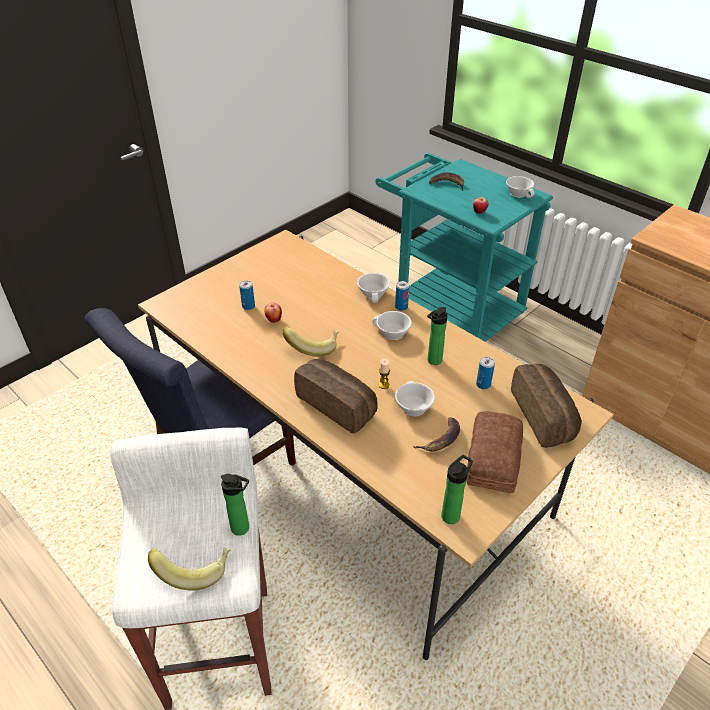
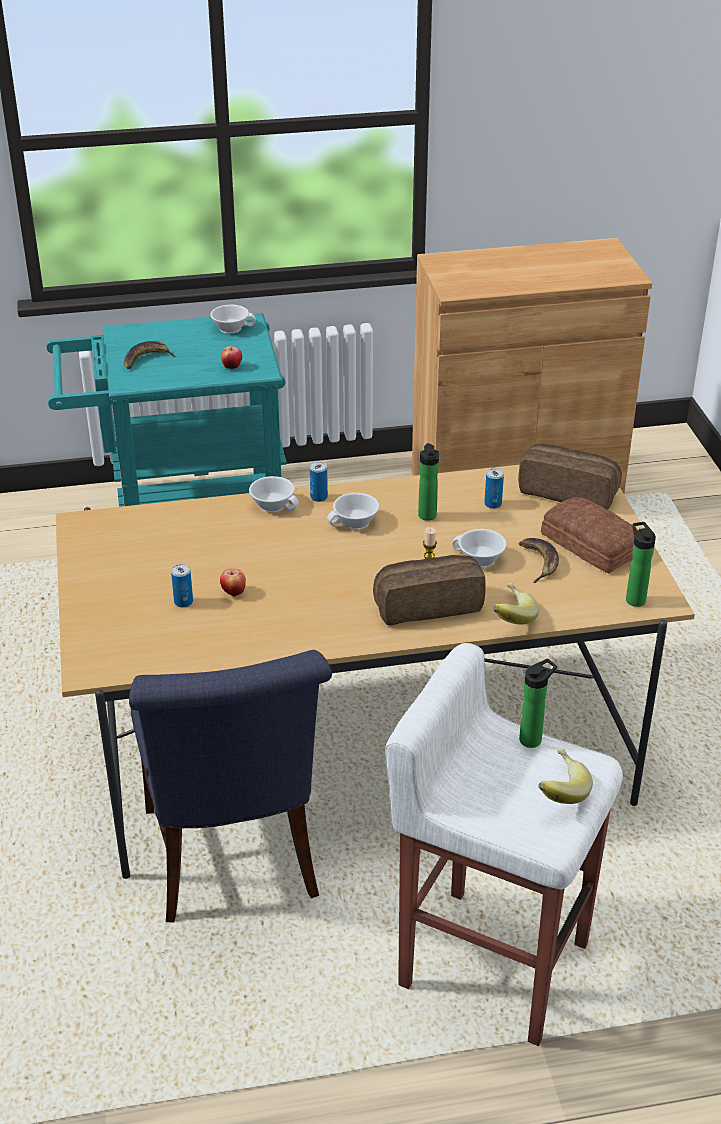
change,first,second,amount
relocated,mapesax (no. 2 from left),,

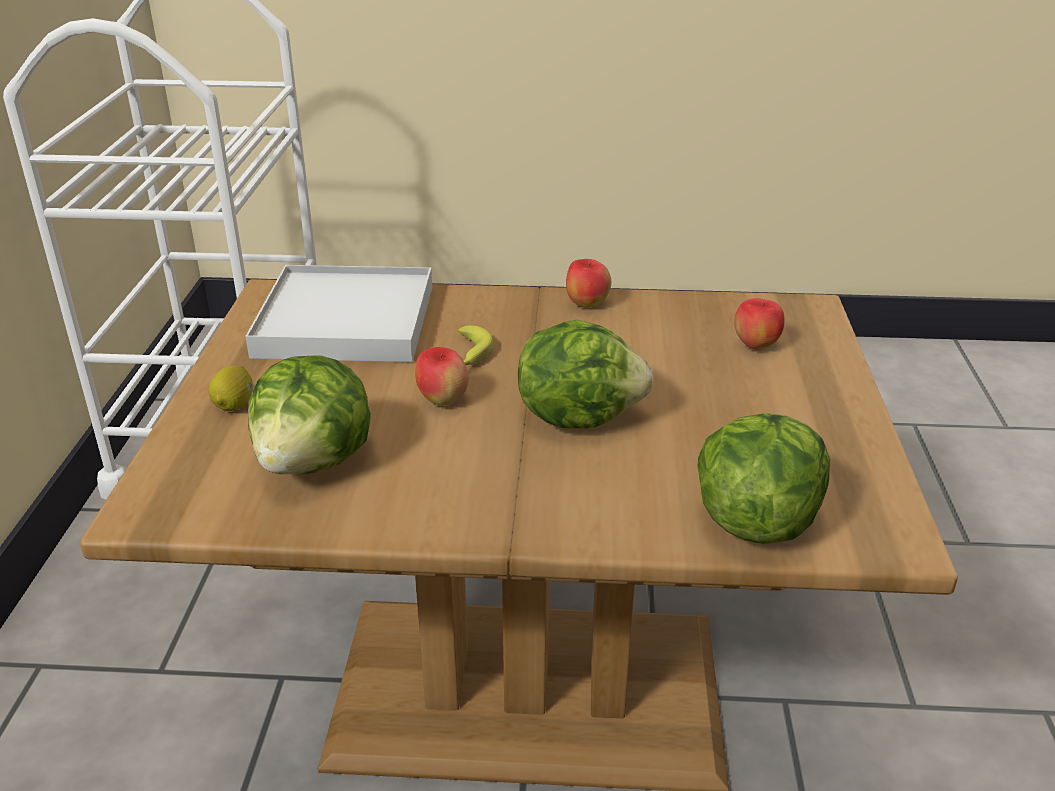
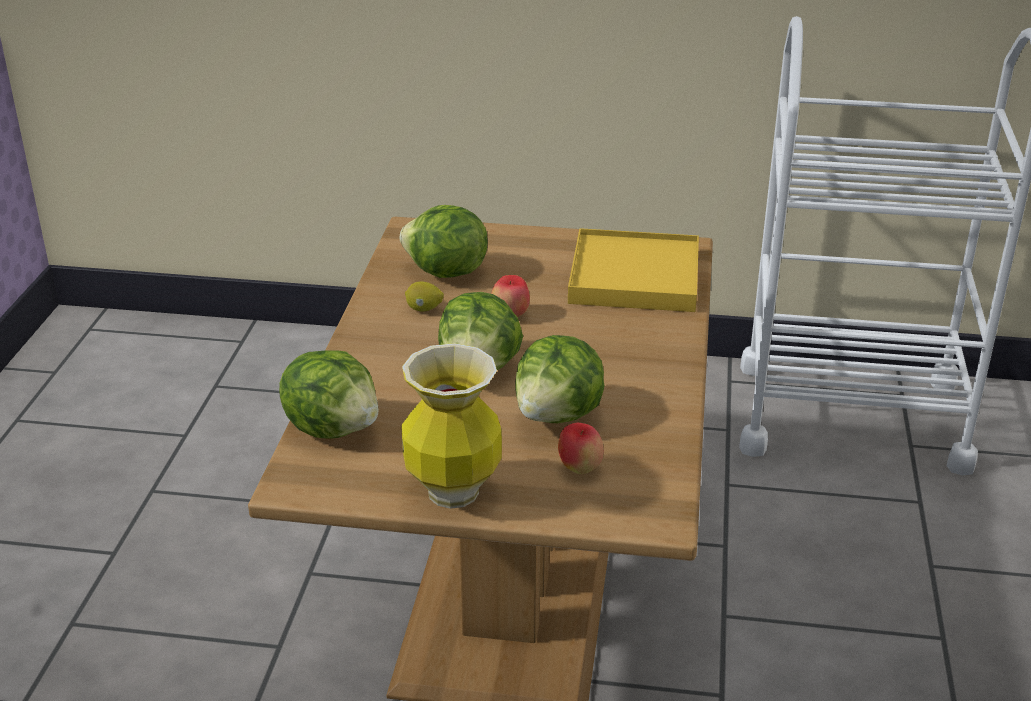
change,first,second,amount
appeared,,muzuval,
relocated,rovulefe,,
appeared,,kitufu (no. 4 from left),
colour,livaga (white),livaga (yellow),
missing,mapesax,,
missing,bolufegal (no. 2 from left),,

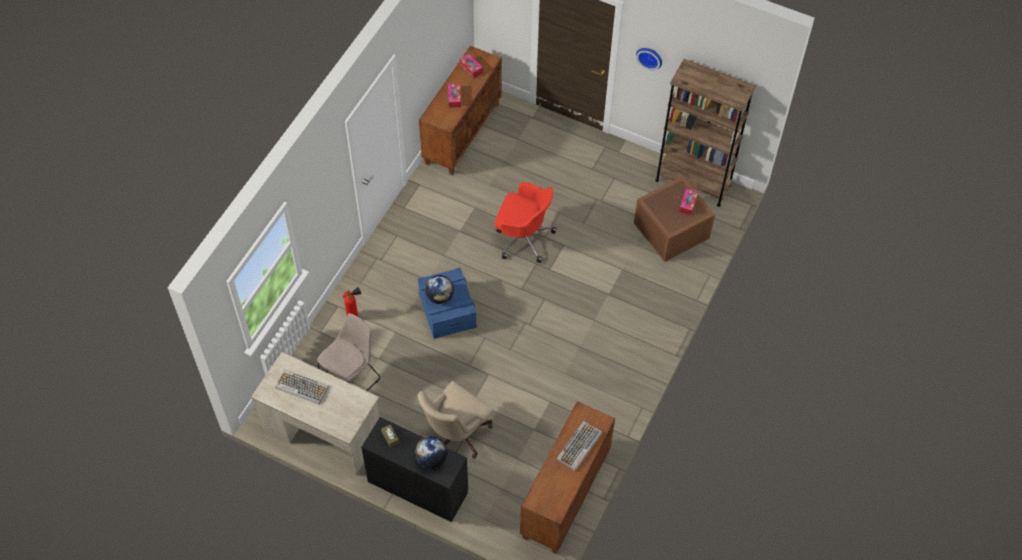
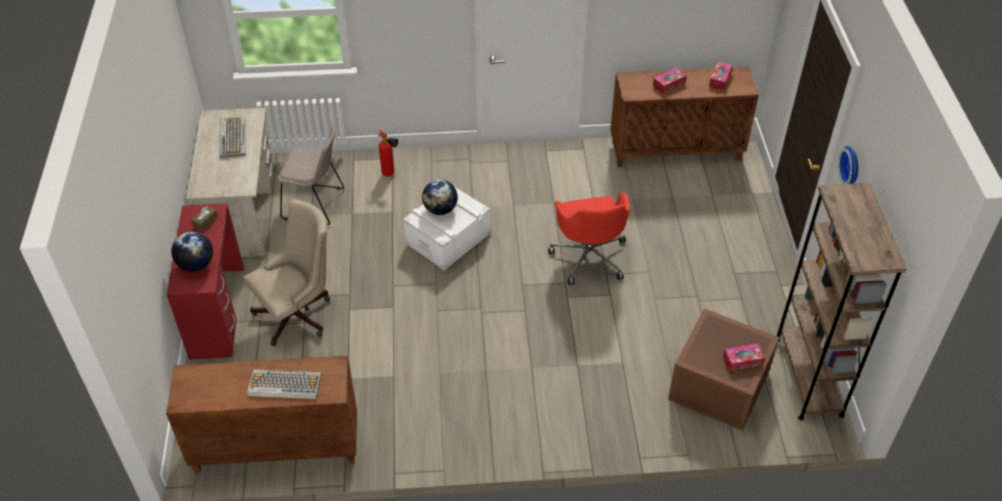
change,first,second,amount
colour,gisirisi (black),gisirisi (red),
spun,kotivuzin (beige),,135 degrees clockwise
colour,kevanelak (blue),kevanelak (white),

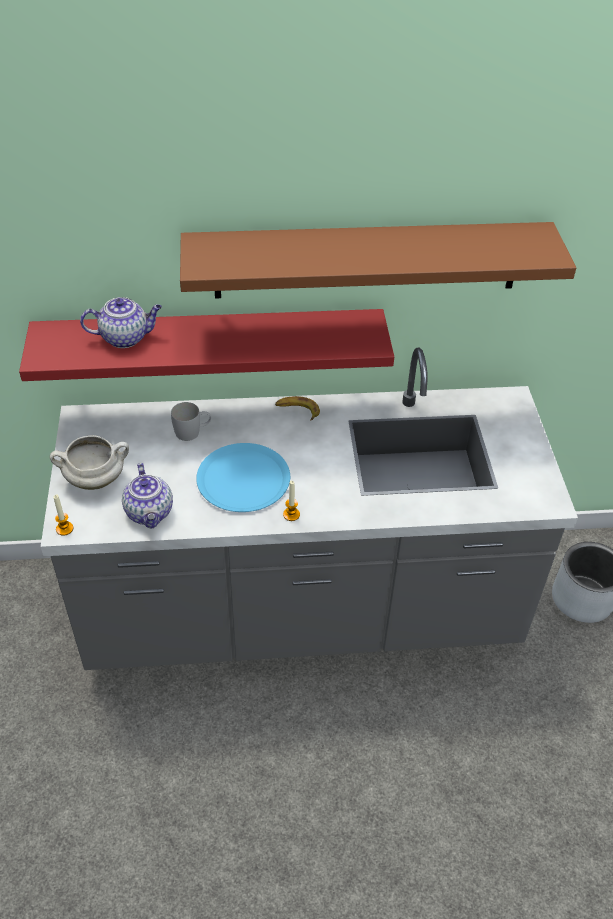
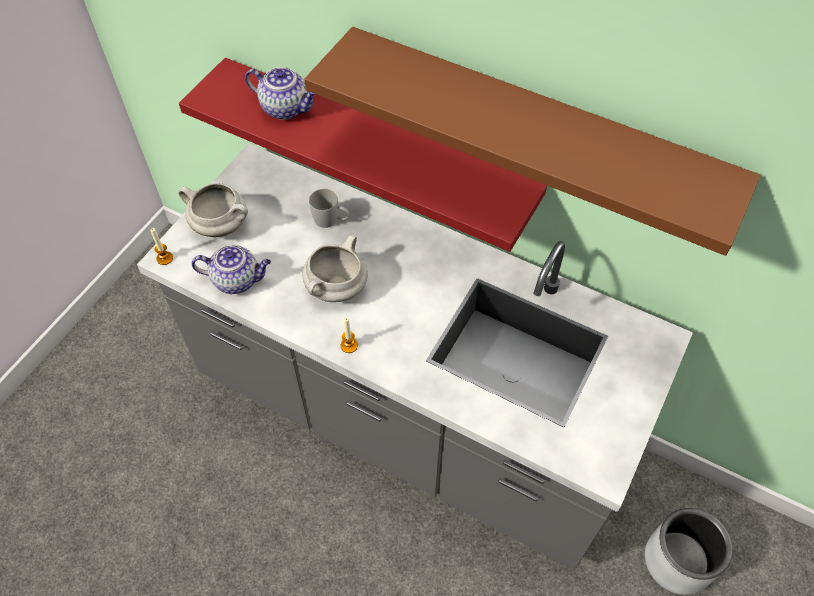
change,first,second,amount
spun,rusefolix (no. 2 from left in the first image),rusefolix (no. 1 from left),105 degrees counterclockwise
exchanged,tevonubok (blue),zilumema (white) (no. 2 from left),
missing,mapesax,,

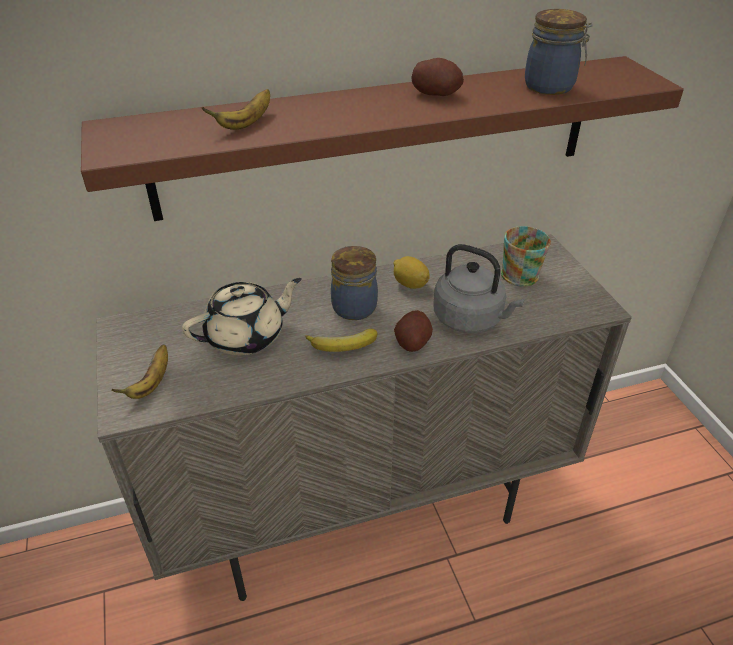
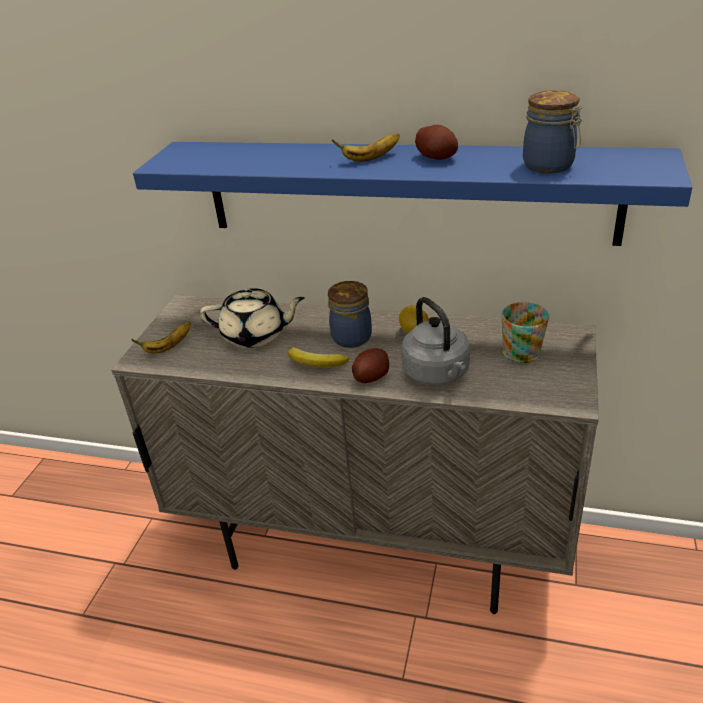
change,first,second,amount
colour,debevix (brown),debevix (blue),
relocated,mapesax (no. 2 from left in the first image),mapesax (no. 3 from left),

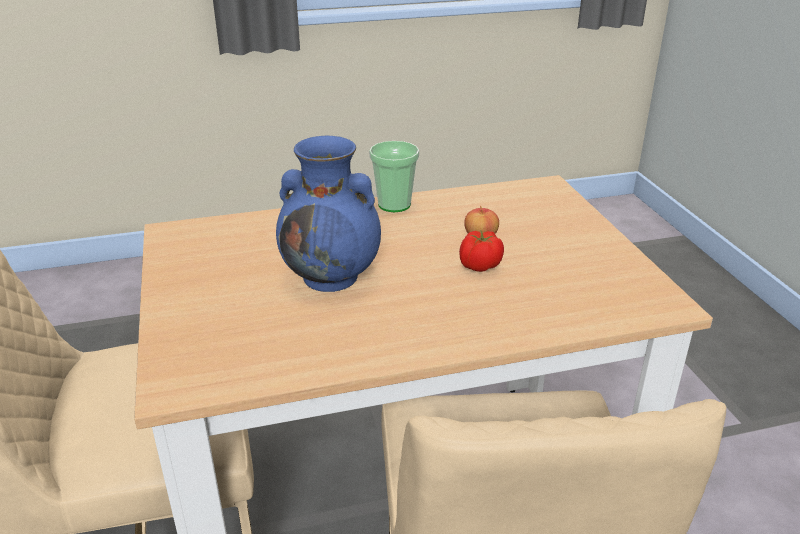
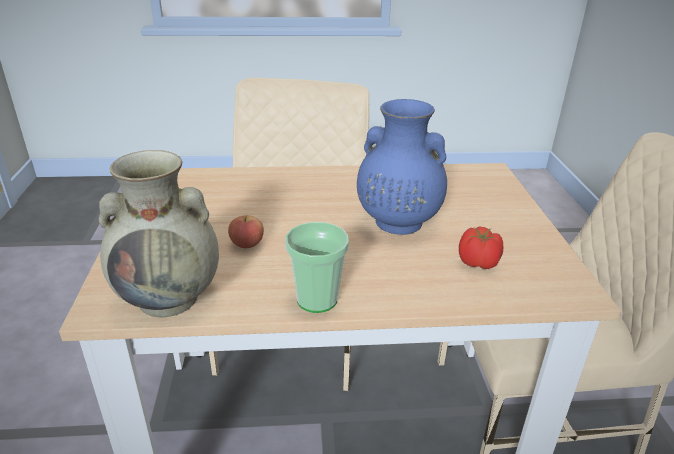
change,first,second,amount
appeared,,muzuval (beige),
relocated,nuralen,,

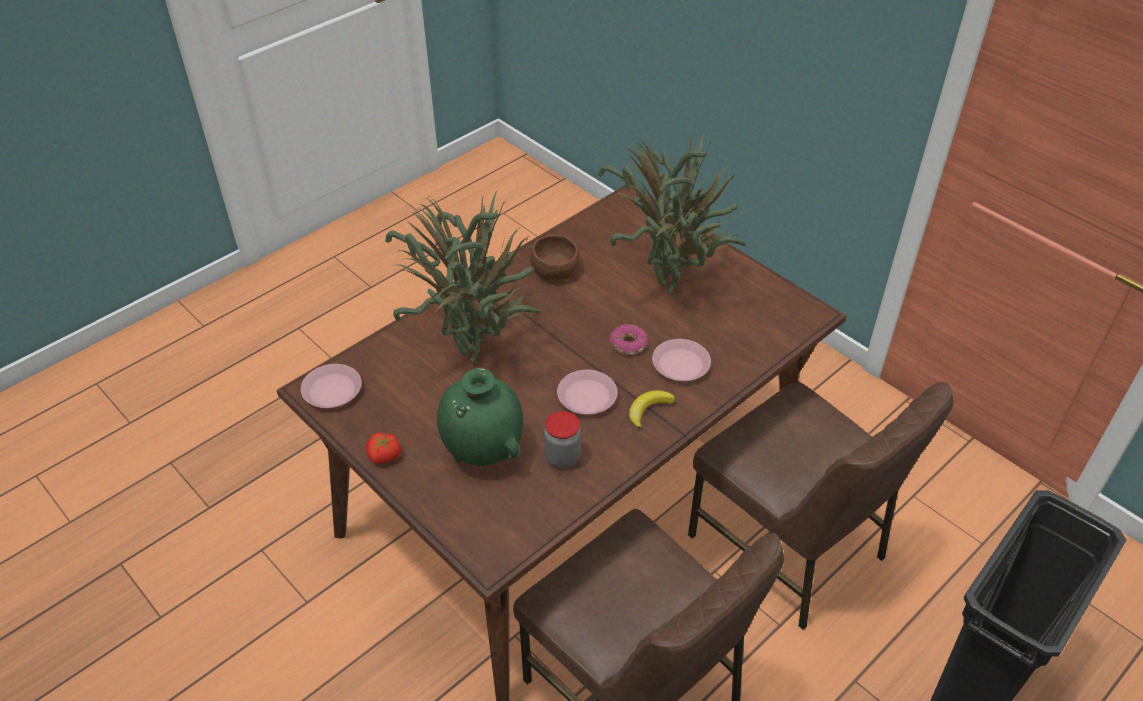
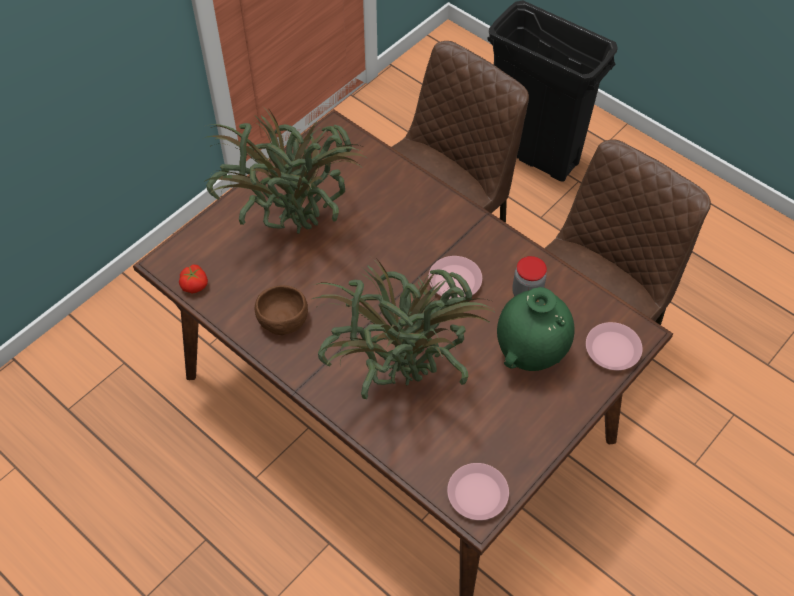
change,first,second,amount
relocated,nuralen,,
relocated,tevonubok (pink) (no. 3 from left),,
missing,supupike,,
missing,mapesax,,

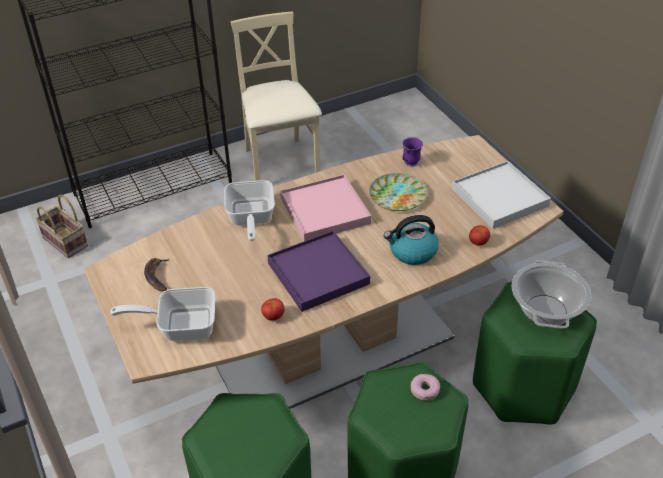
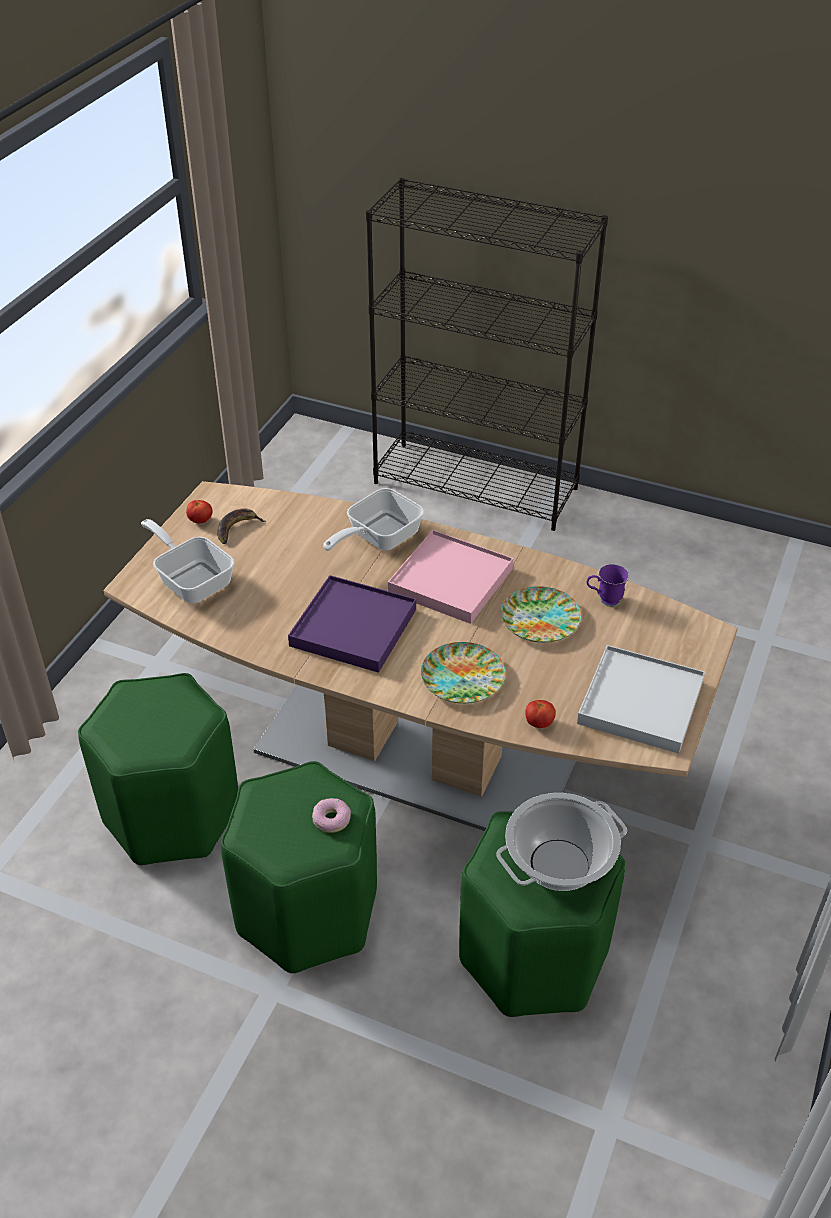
change,first,second,amount
relocated,nuralen (no. 1 from left),,
exchanged,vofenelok,tevonubok (no. 1 from left),
missing,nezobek,,
missing,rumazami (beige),,

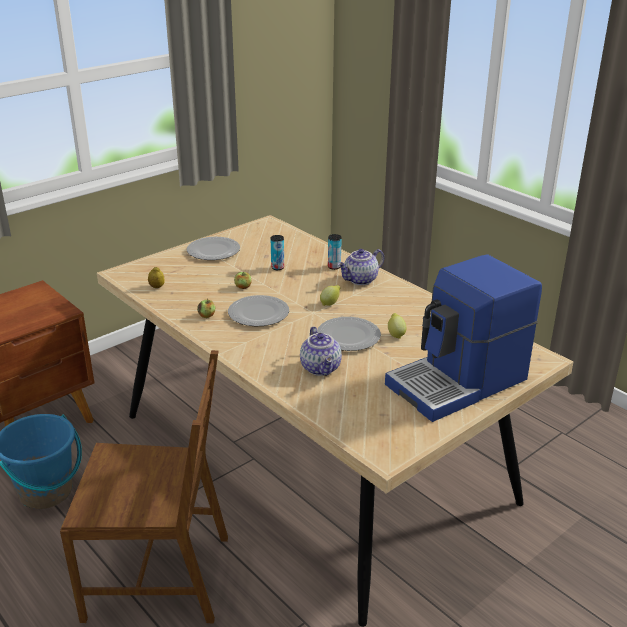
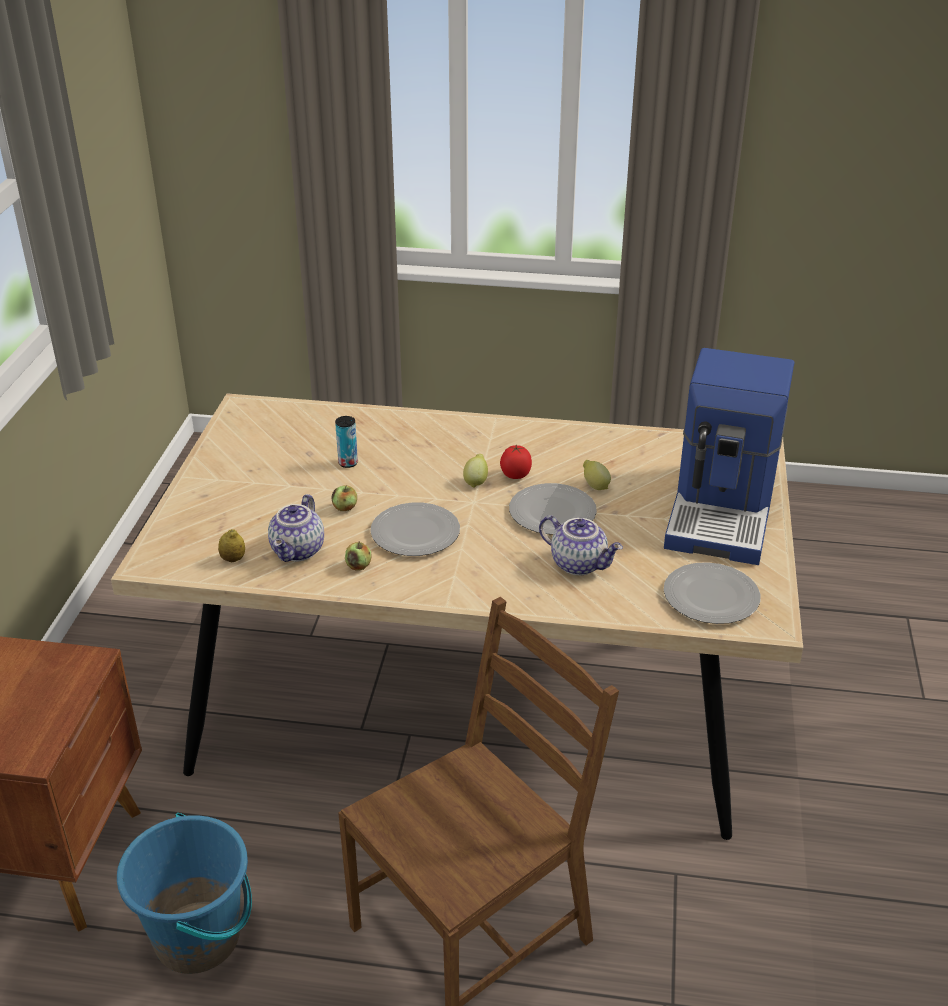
change,first,second,amount
relocated,rusefolix (no. 2 from left in the first image),rusefolix (no. 1 from left),
appeared,,nuralen,
relocated,tevonubok (no. 1 from left in the first image),tevonubok (no. 3 from left),
missing,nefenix (no. 2 from left),,

